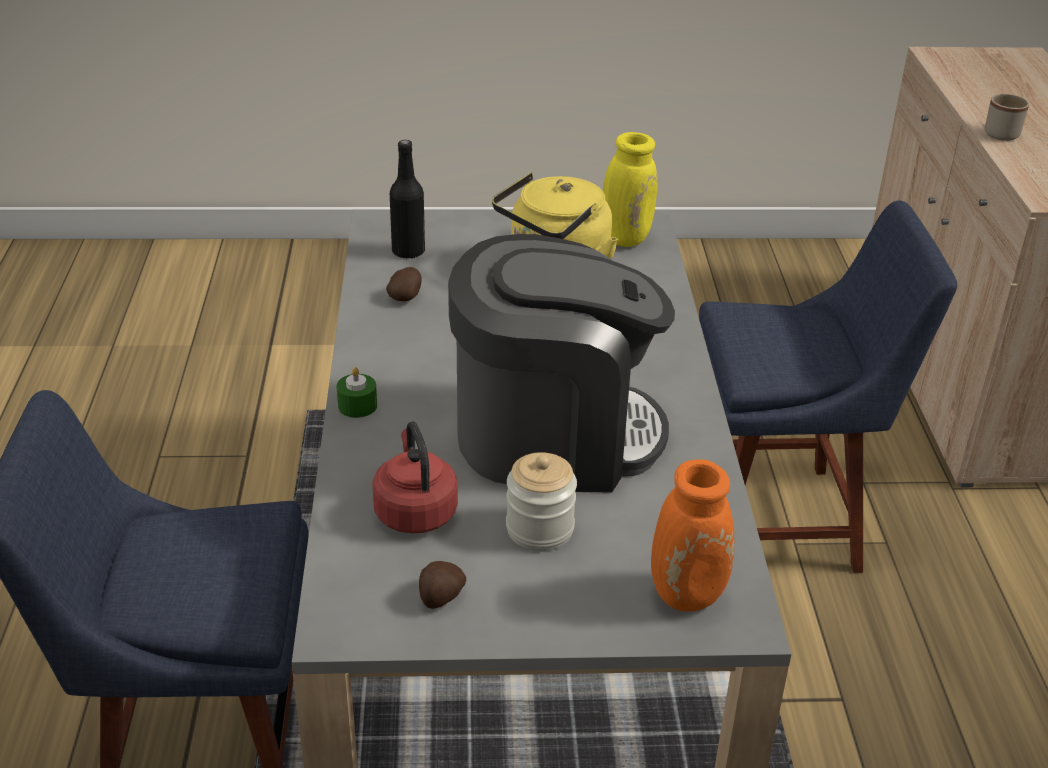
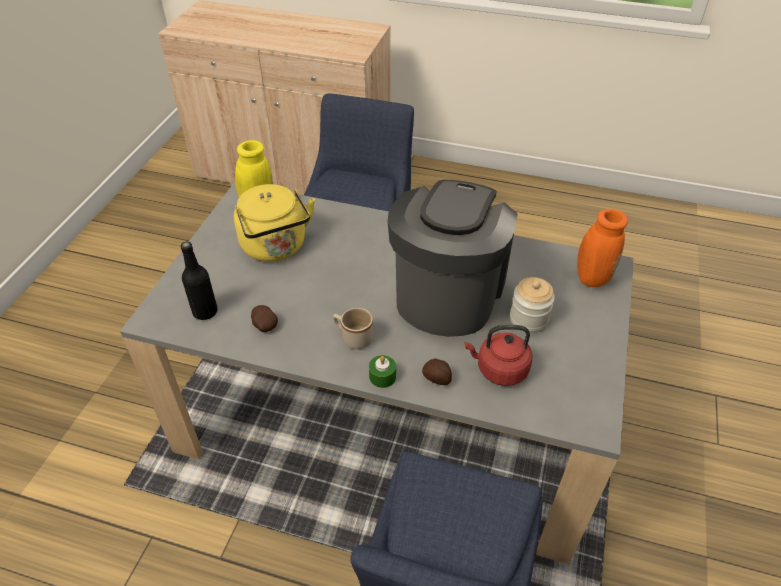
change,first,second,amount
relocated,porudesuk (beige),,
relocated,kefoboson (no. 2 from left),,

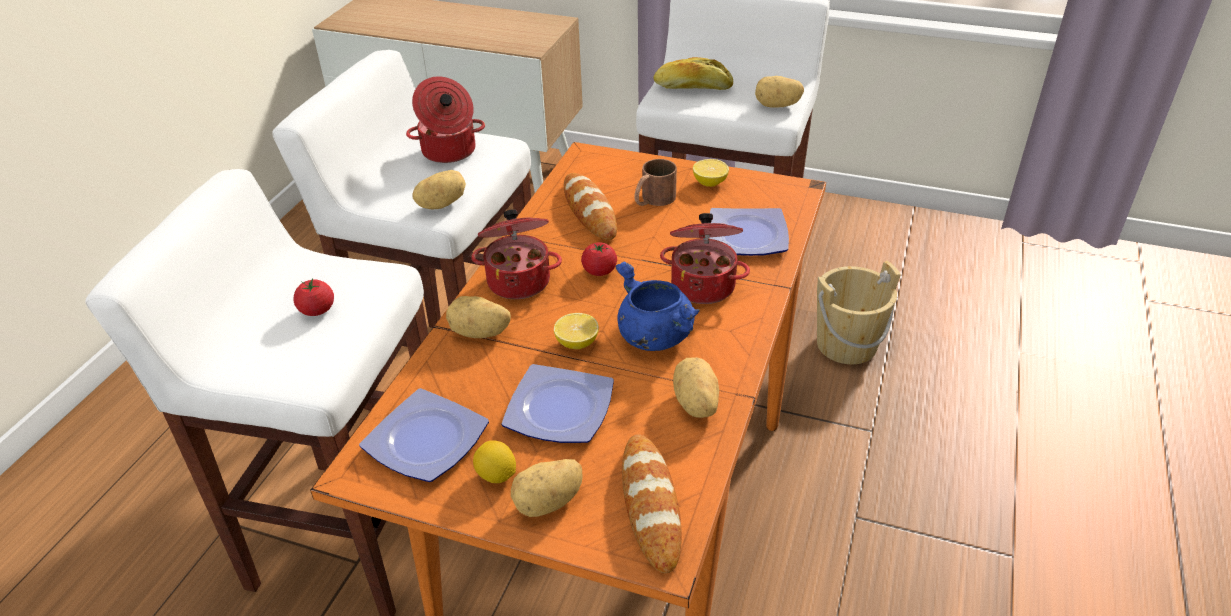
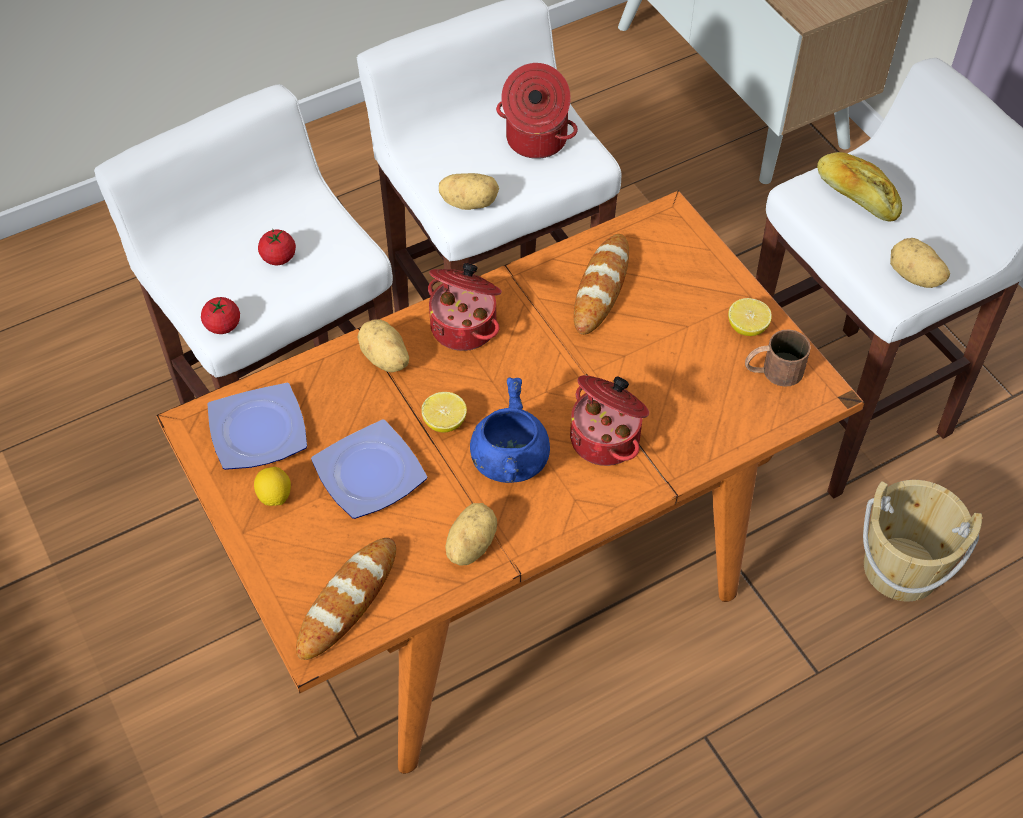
change,first,second,amount
relocated,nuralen (no. 2 from left in the first image),nuralen (no. 1 from left),
relocated,porudesuk (brown),,
missing,kefoboson (no. 3 from left),,
missing,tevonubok (no. 3 from left),,

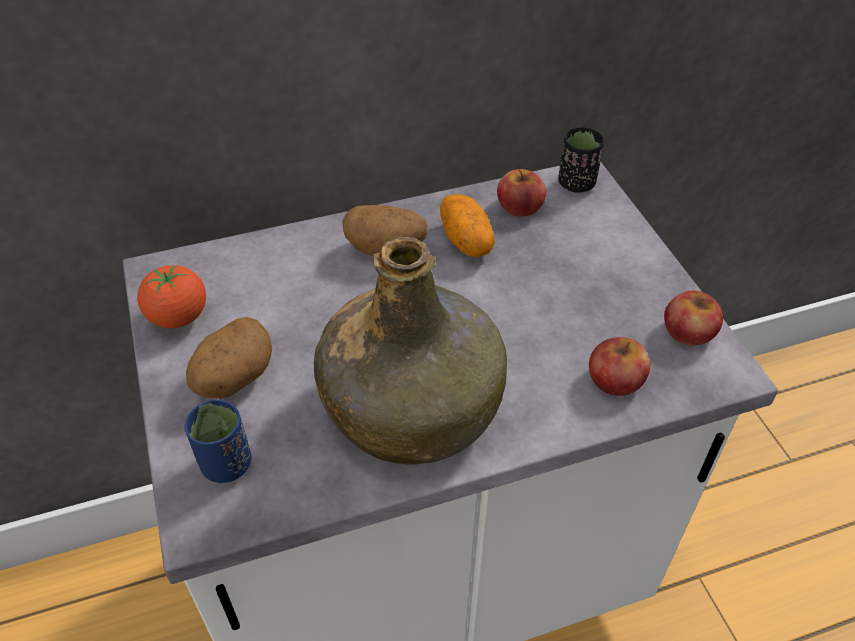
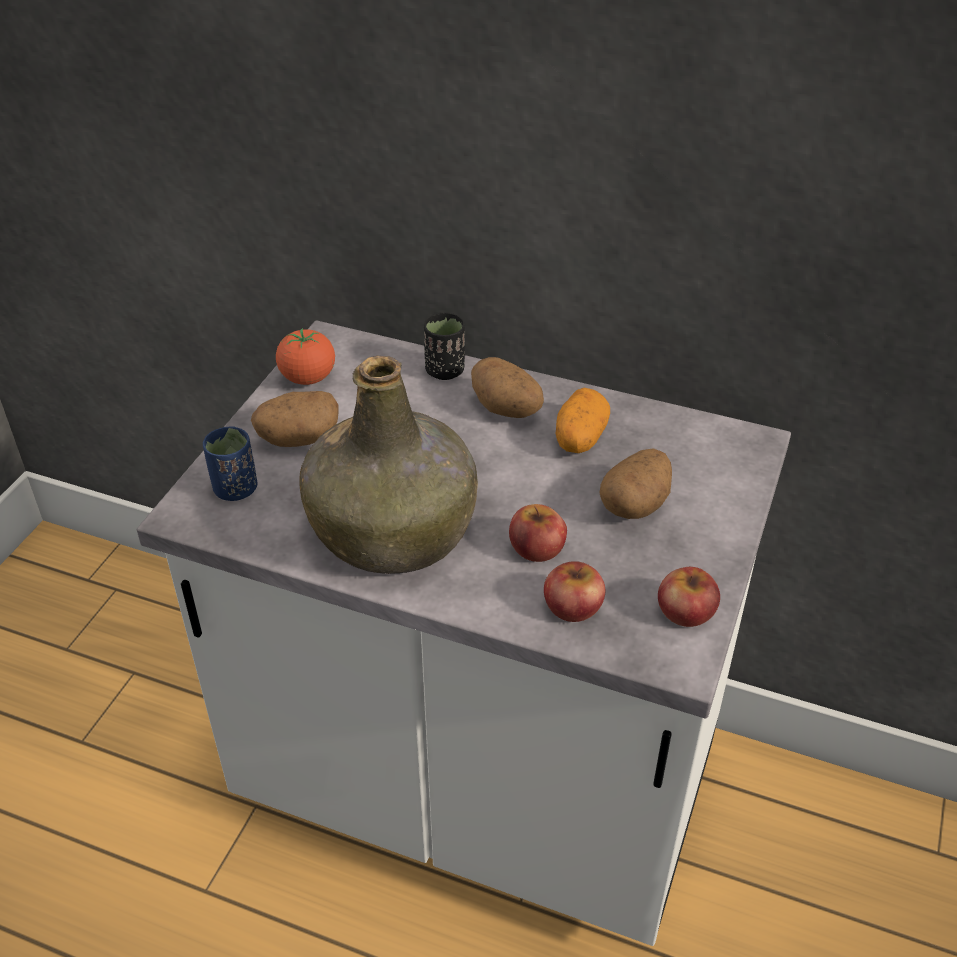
change,first,second,amount
relocated,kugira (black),,
relocated,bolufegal (no. 1 from left),,
appeared,,kefoboson (no. 4 from left),

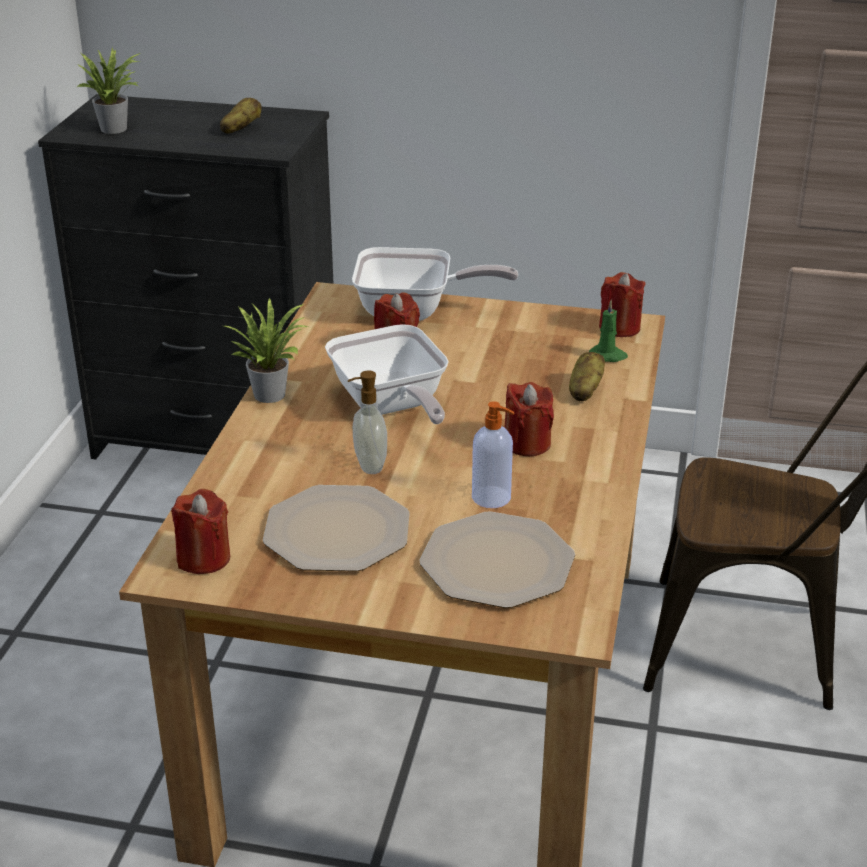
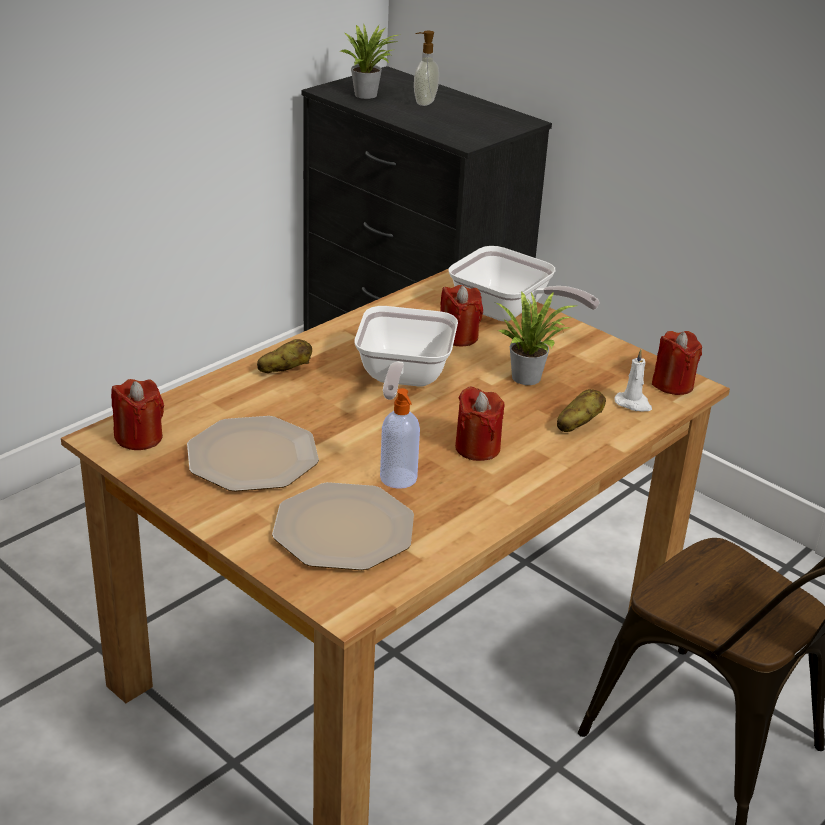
change,first,second,amount
relocated,kefoboson (no. 1 from left),,
relocated,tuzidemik (no. 1 from left in the first image),tuzidemik (no. 2 from left),
relocated,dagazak (no. 2 from left),,
colour,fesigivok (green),fesigivok (white),

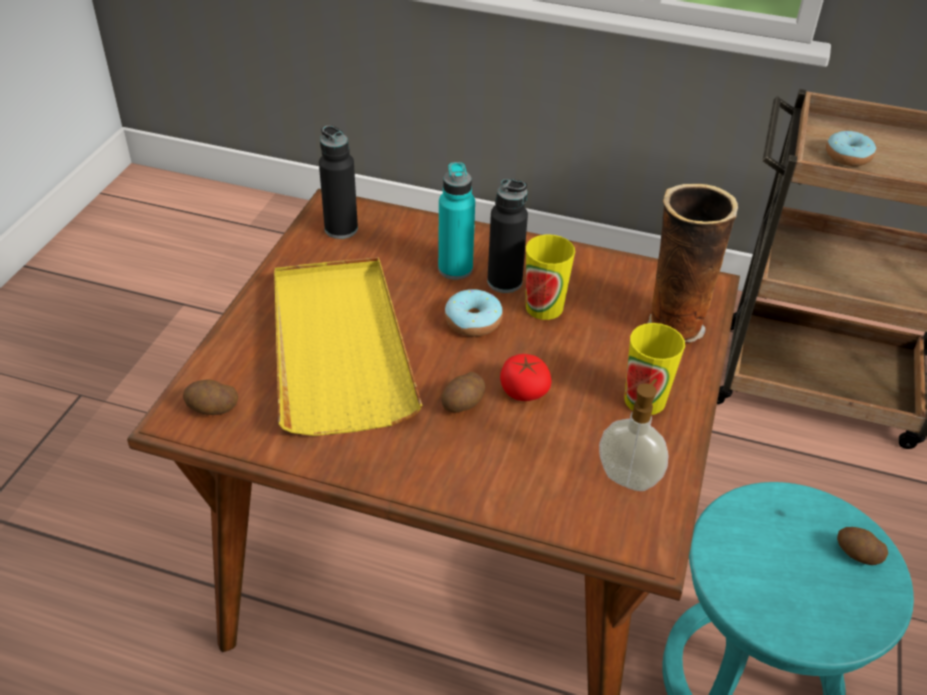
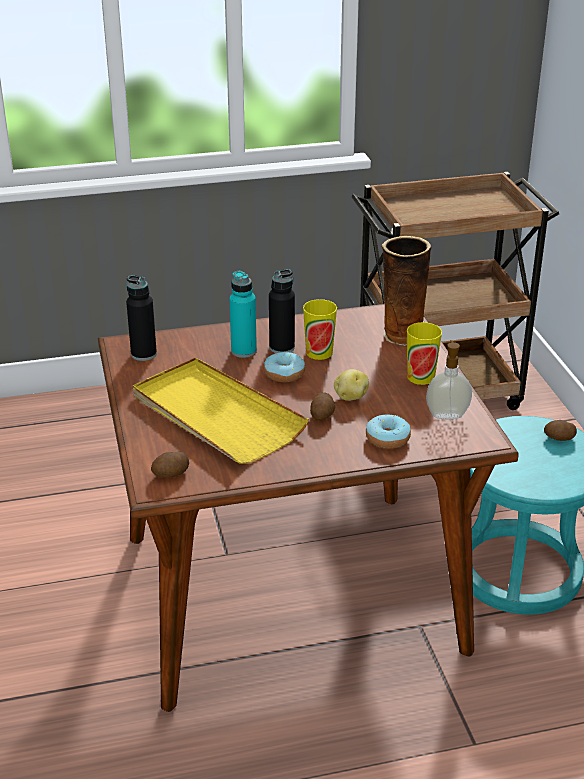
change,first,second,amount
exchanged,nuralen,kefoboson (no. 3 from left),
relocated,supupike (no. 2 from left),,

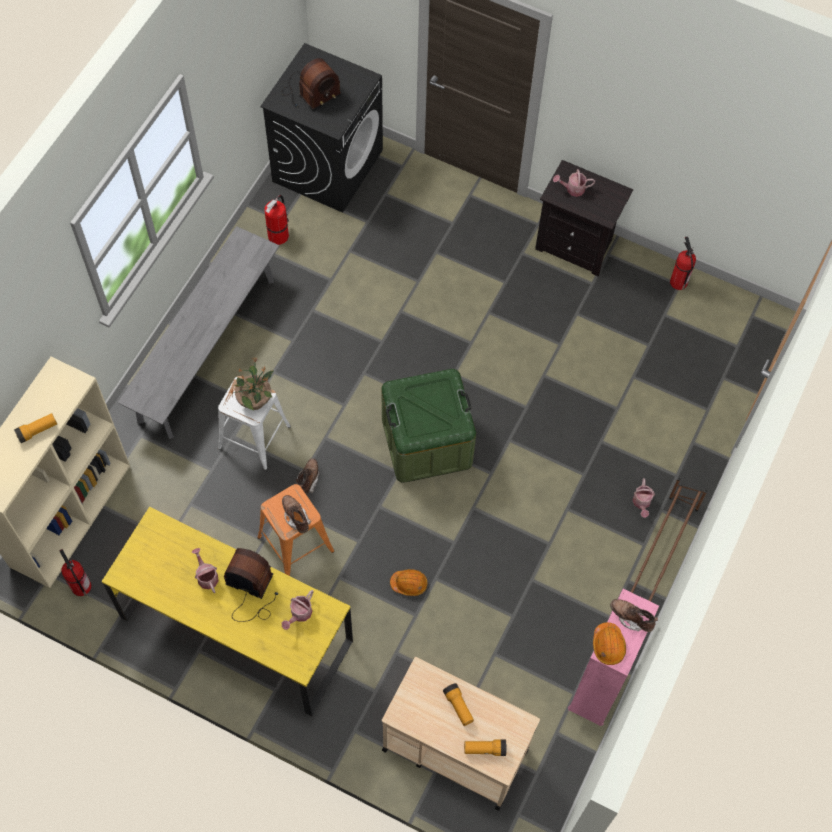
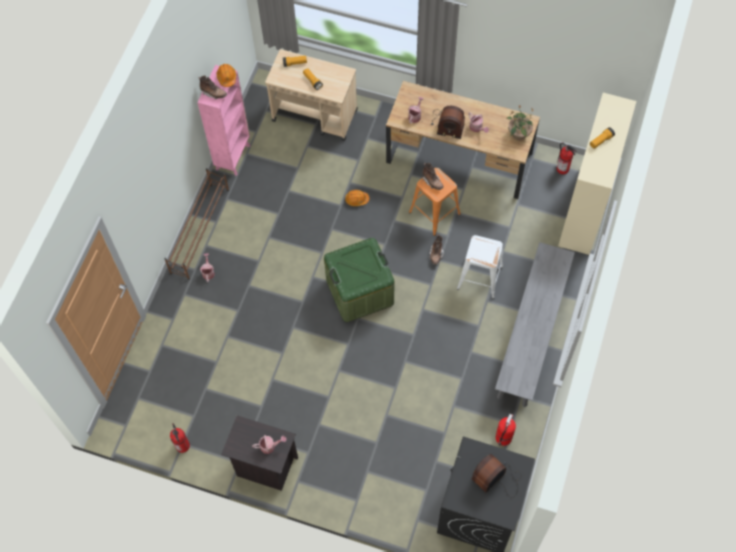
change,first,second,amount
colour,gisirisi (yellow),gisirisi (brown),
relocated,dagazak,,

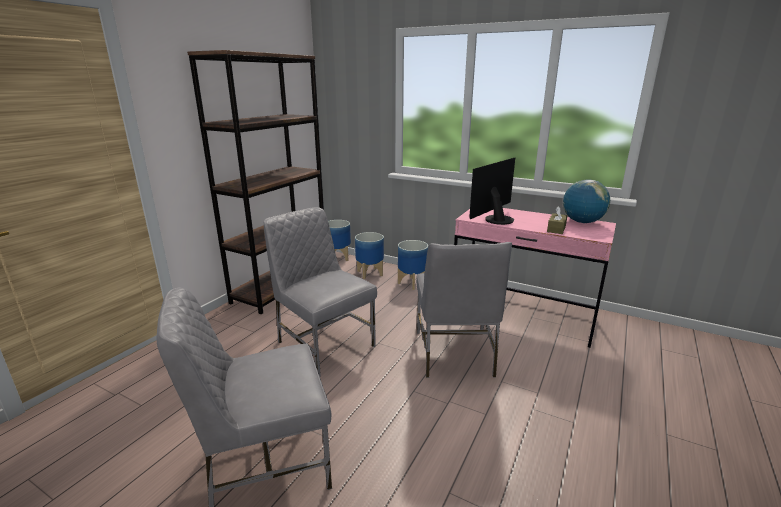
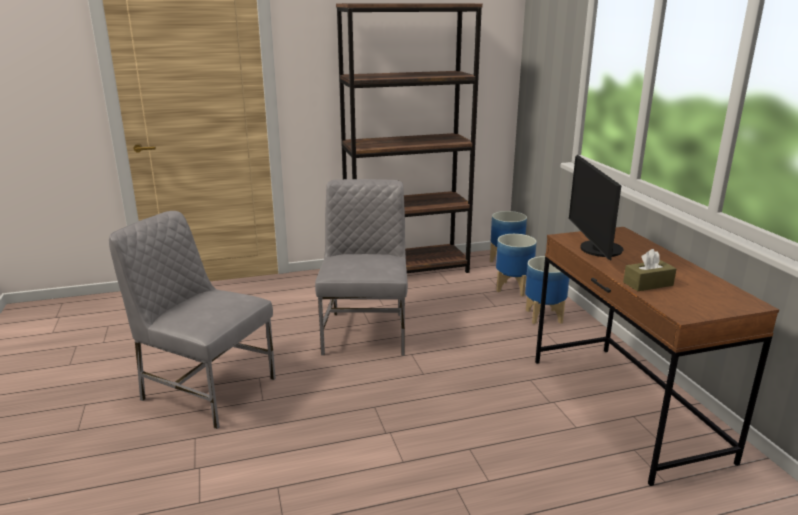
change,first,second,amount
colour,gisirisi (pink),gisirisi (brown),
spun,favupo,,90 degrees counterclockwise
missing,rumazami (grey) (no. 3 from left),,
missing,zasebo,,

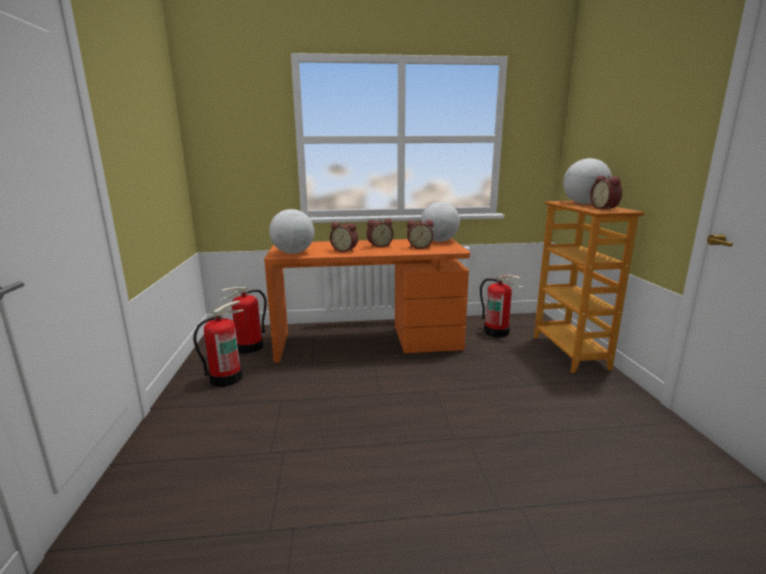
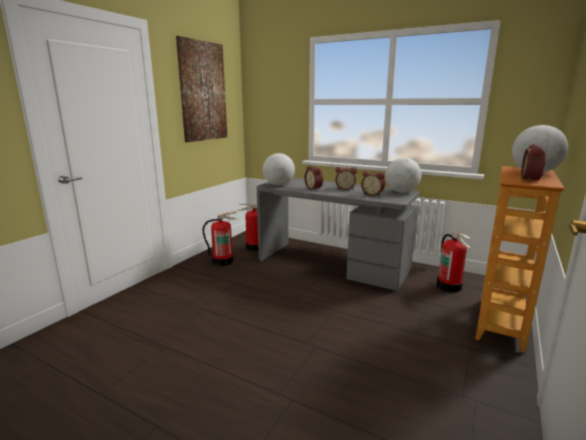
change,first,second,amount
appeared,,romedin,
colour,gisirisi (orange),gisirisi (grey),

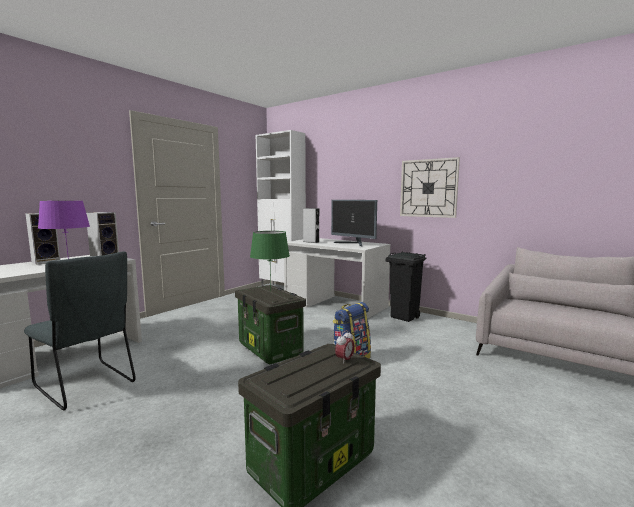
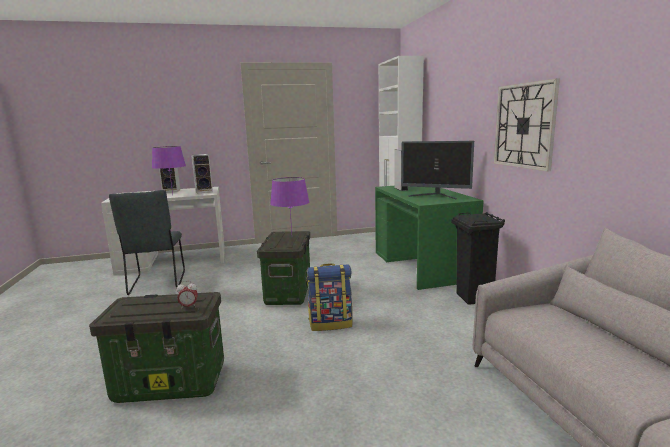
change,first,second,amount
colour,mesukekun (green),mesukekun (purple) (no. 2 from left),
colour,gisirisi (white) (no. 2 from left),gisirisi (green),
spun,favupo,,60 degrees counterclockwise

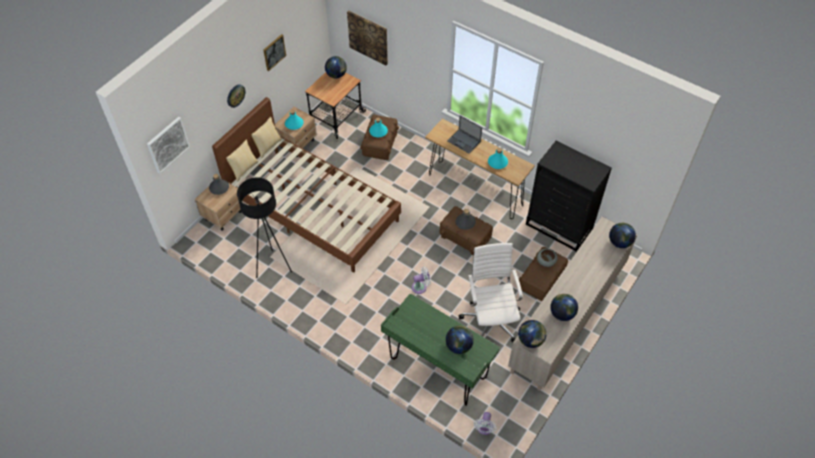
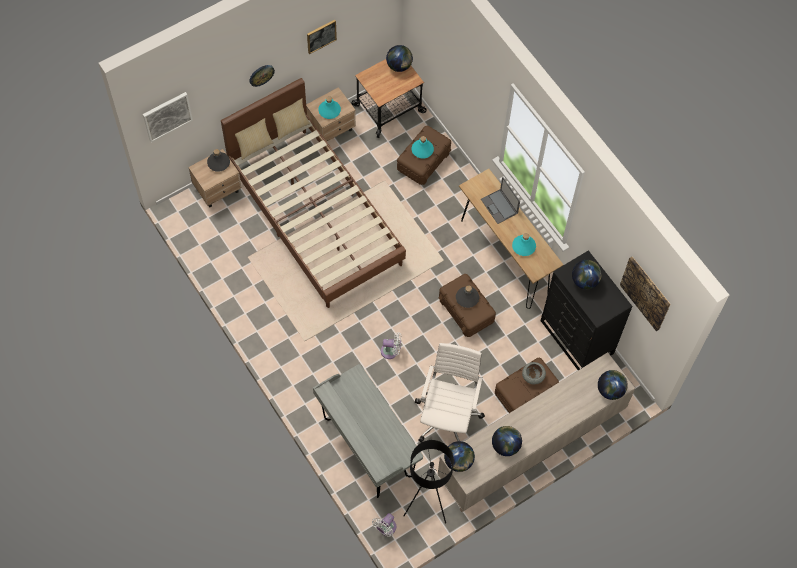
change,first,second,amount
colour,gisirisi (green),gisirisi (grey),
relocated,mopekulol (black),,
relocated,zasebo (no. 2 from left in the first image),zasebo (no. 4 from left),
relocated,romedin (no. 3 from left),,

